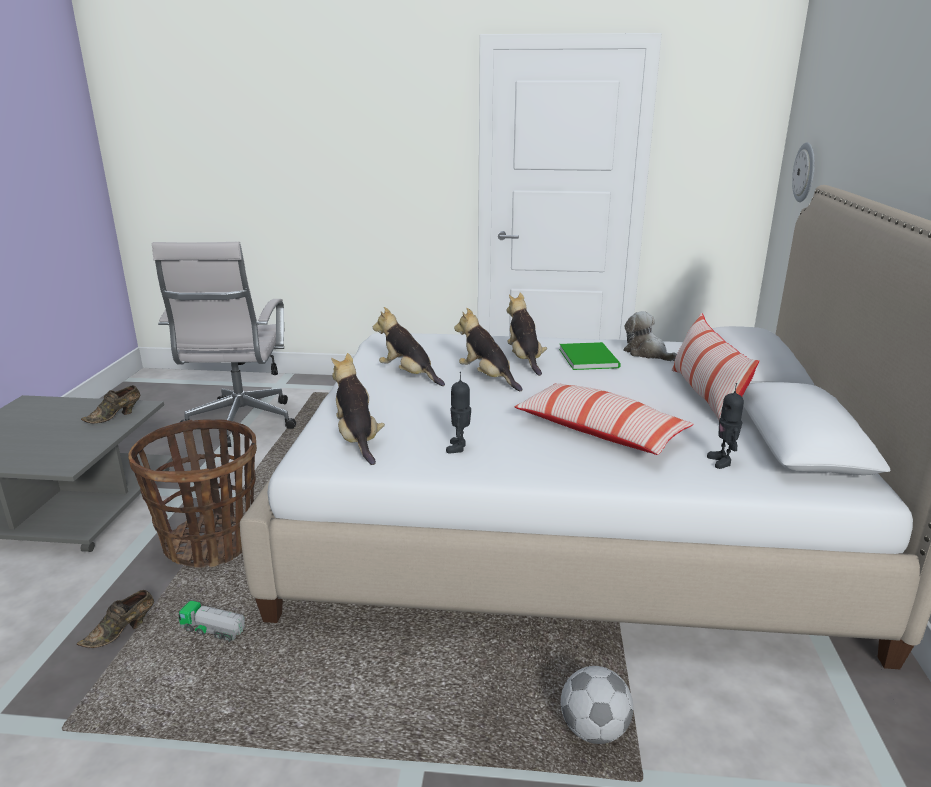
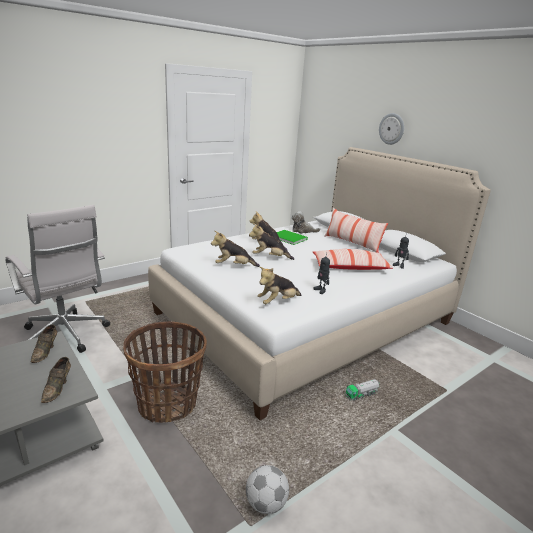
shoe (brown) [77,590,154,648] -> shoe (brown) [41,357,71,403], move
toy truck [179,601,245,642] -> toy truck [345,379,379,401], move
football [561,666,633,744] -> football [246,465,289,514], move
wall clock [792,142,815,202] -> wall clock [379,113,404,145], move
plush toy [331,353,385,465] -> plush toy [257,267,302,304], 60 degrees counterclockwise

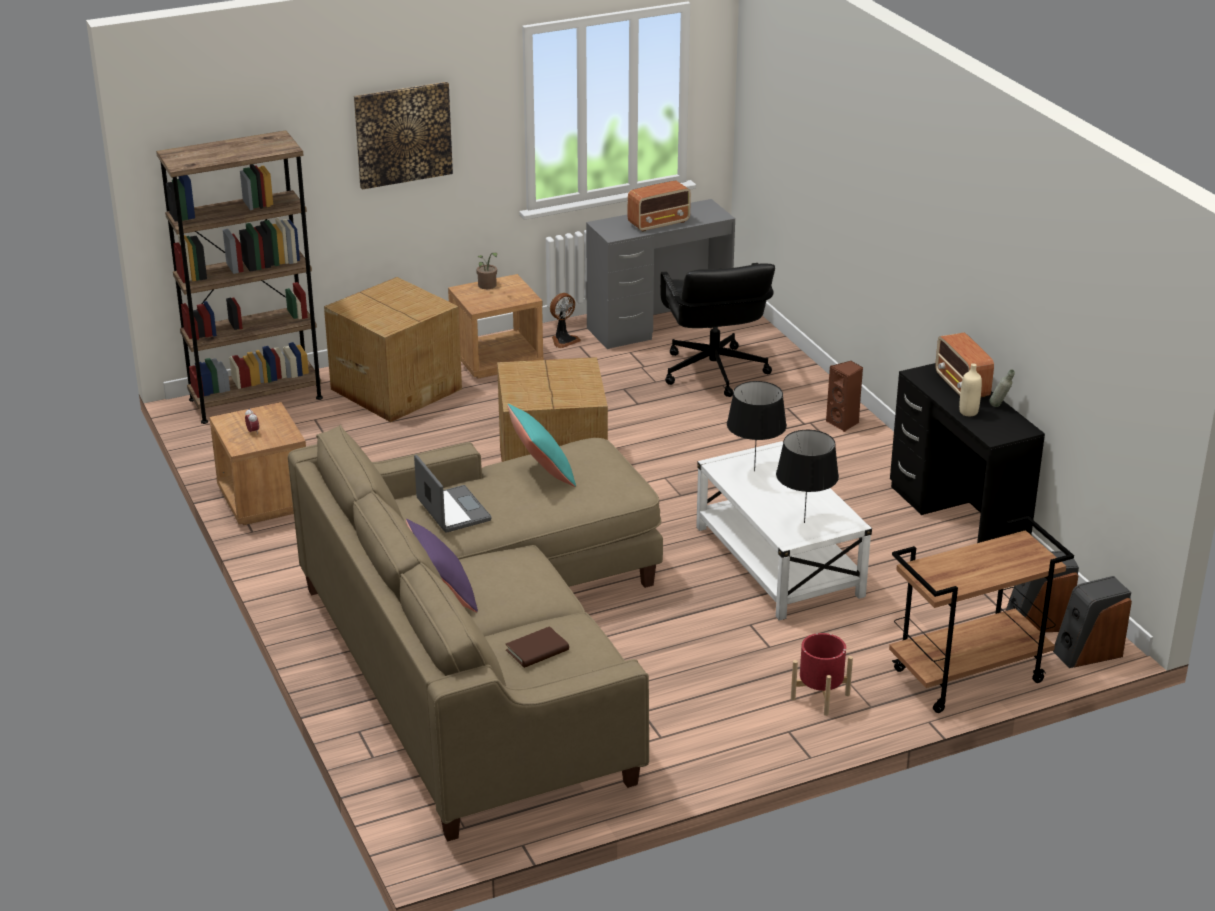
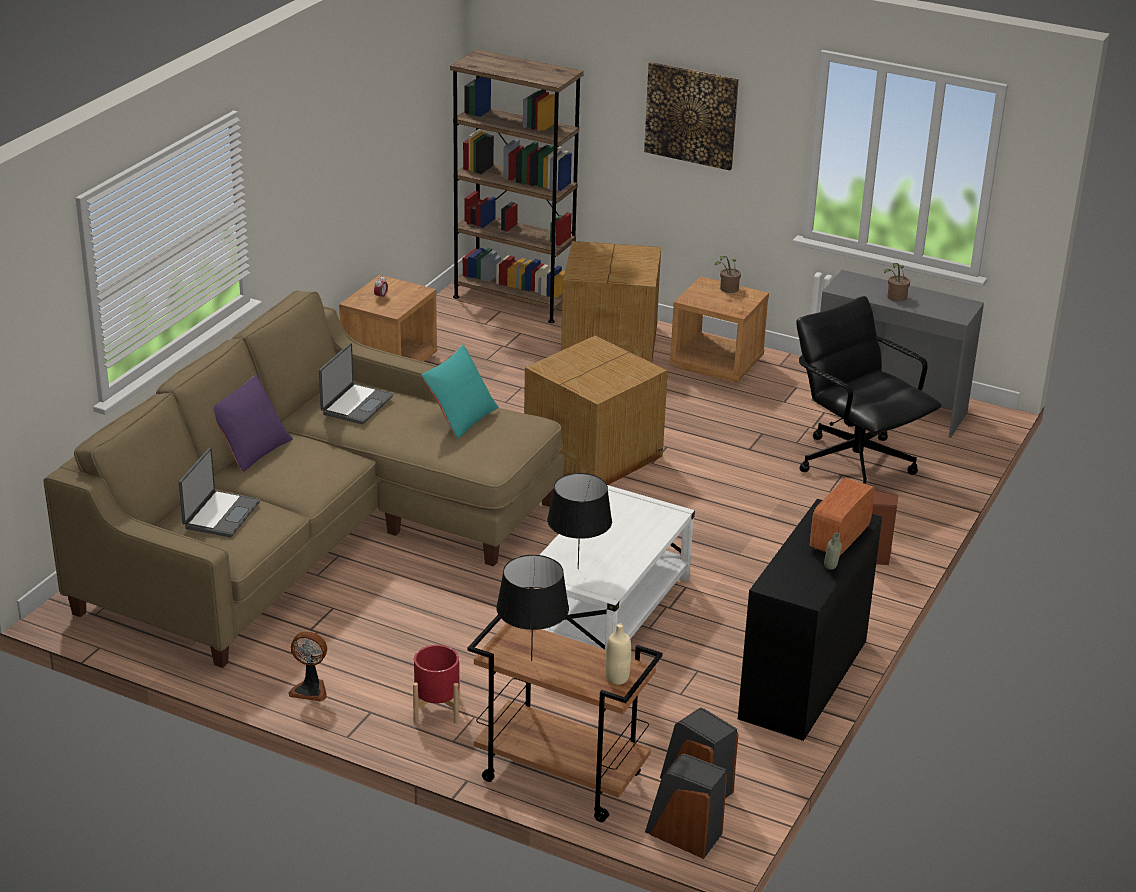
fan [550,293,581,348] -> fan [288,631,327,702], move
table lamp (black) [727,381,787,471] -> table lamp (black) [496,555,569,661], move
bottle (beige) [959,363,982,416] -> bottle (beige) [606,623,631,685], move
book (brown) [506,626,569,668] -> laptop [179,448,260,537]
radio [628,180,691,232] -> potted plant [884,263,910,302]
office chair (black) [660,263,775,397] -> office chair (black) [796,296,942,484], 105 degrees clockwise

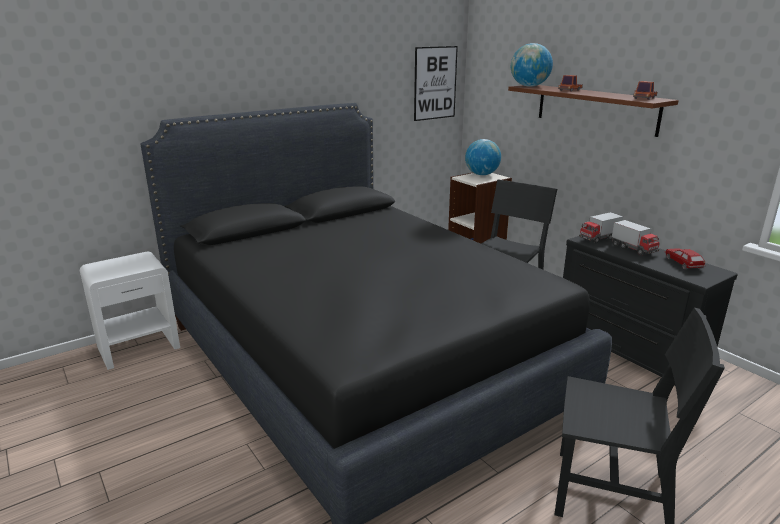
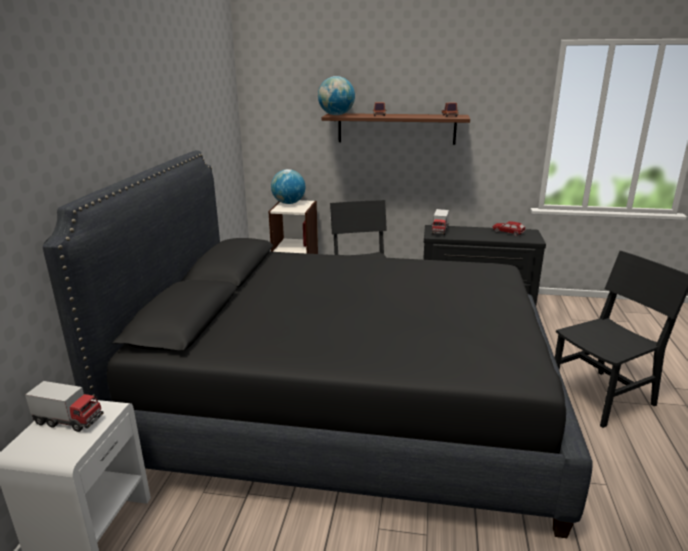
picture [414,46,458,121] -> none
toy truck [612,220,660,255] -> toy truck [25,381,104,432], move

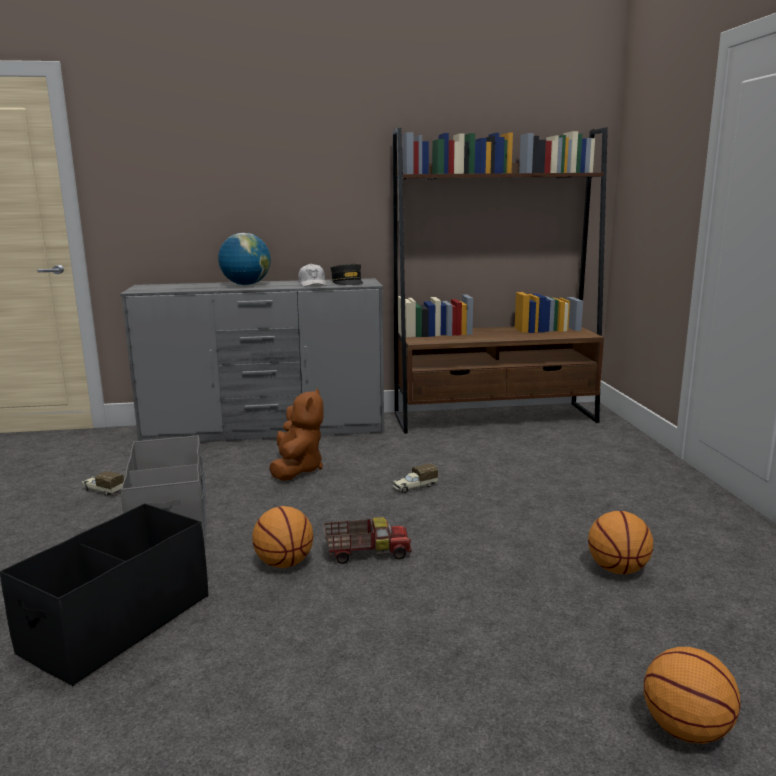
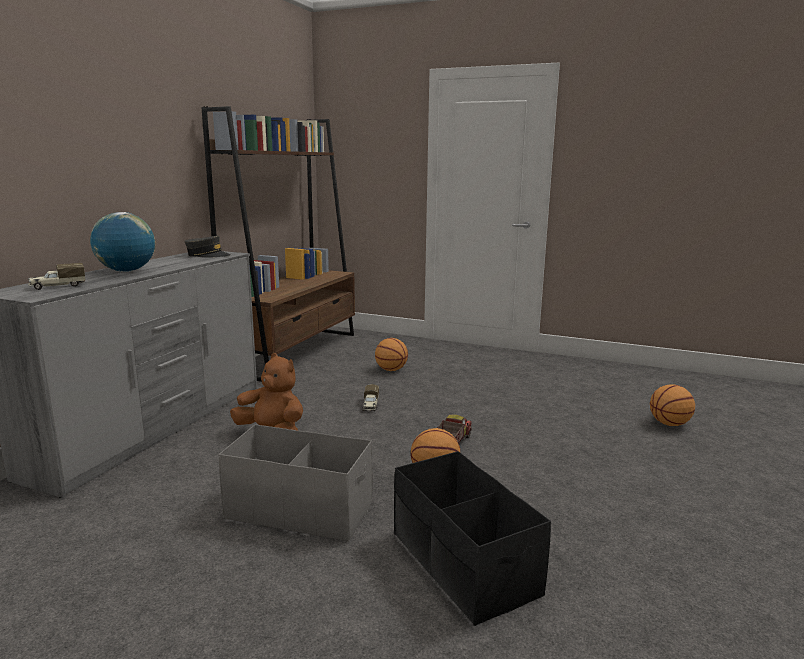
cap (white) [298,263,327,287] -> none
toy truck [82,471,124,496] -> toy truck [28,263,86,290], move
basketball [588,511,653,574] -> basketball [375,338,408,371], move

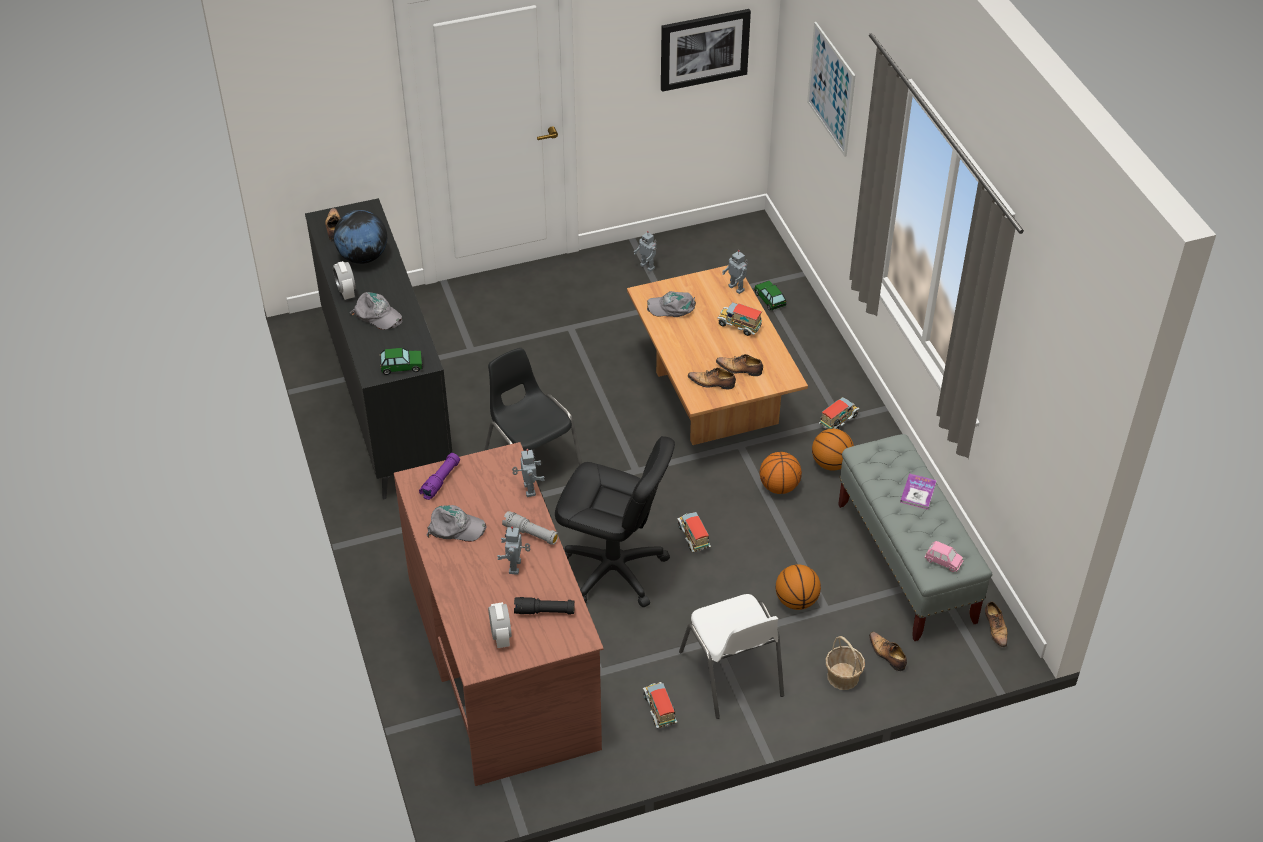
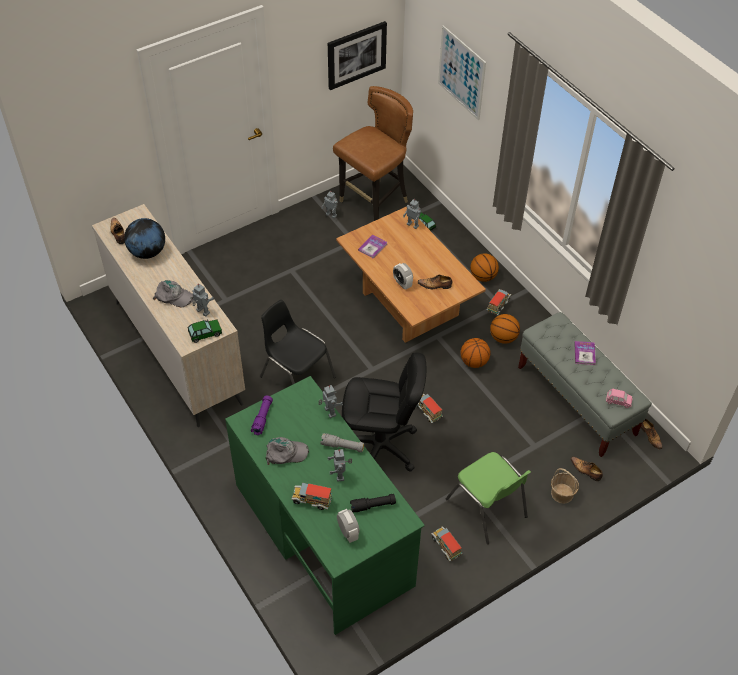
shoe [688,368,736,389] -> none
none -> toy robot [192,284,214,317]
none -> chair (brown) [333,86,413,221]
alarm clock [333,261,356,300] -> alarm clock [393,263,413,289], move
toy truck [717,302,762,336] -> toy truck [291,483,332,510], move
basketball [776,564,821,610] -> basketball [470,253,499,282], move
cap (grey) [647,291,696,317] -> book [358,235,387,259]
dresser (black) [305,198,453,499] -> dresser (beige) [92,204,245,427]
desk (brown) [394,442,604,786] -> desk (green) [225,376,425,635]
chair (white) [679,594,784,719] -> chair (green) [445,452,531,544]

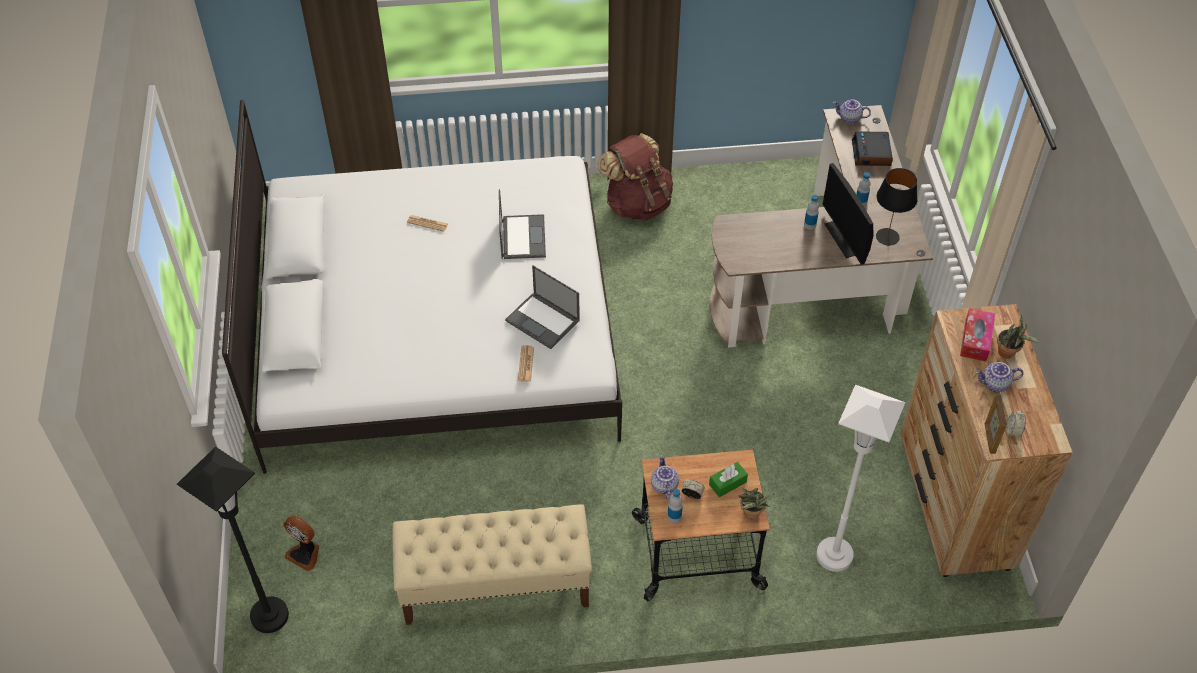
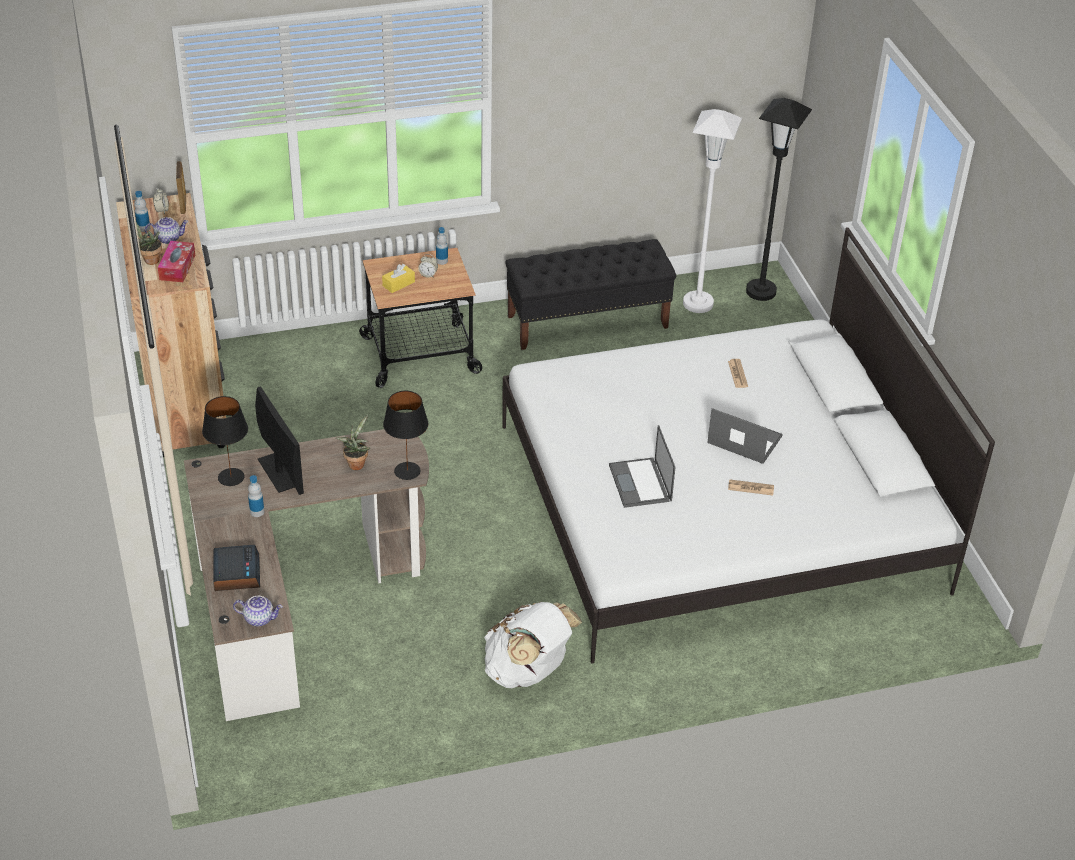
fan [284,516,319,571] -> none
teapot [651,455,679,500] -> none
none -> table lamp (black) [383,391,428,480]
laptop [505,265,580,349] -> laptop [707,408,783,464], move
newspaper [518,345,534,381] -> newspaper [728,359,748,388], move
potted plant [738,488,775,519] -> potted plant [336,414,370,470], move
bottle [804,195,819,230] -> bottle [134,191,150,232], move
floor lamp (white) [816,385,905,572] -> floor lamp (white) [683,109,742,313], move
bench (beige) [393,504,592,625] -> bench (black) [505,239,676,350]
backpack (brown) [598,133,673,221] -> backpack (white) [484,602,582,688]
tissue box (green) [709,462,748,497] -> tissue box (yellow) [382,264,415,293]

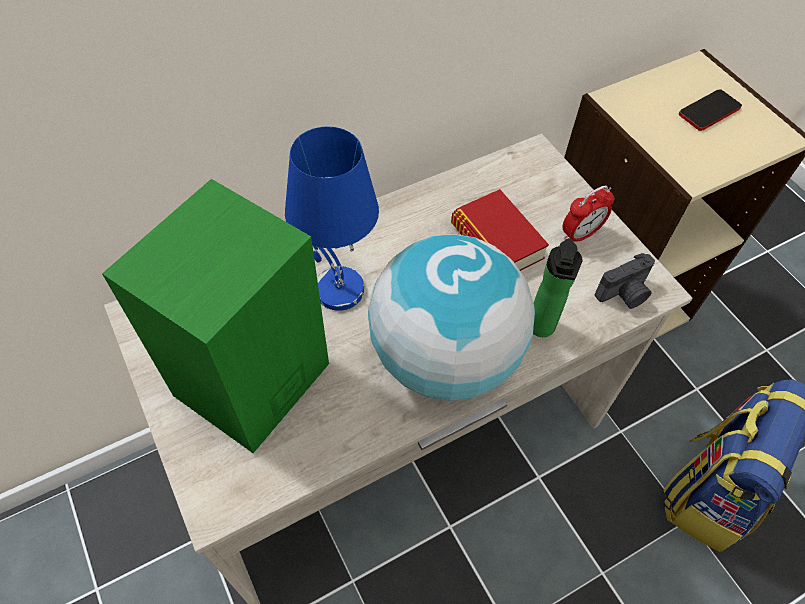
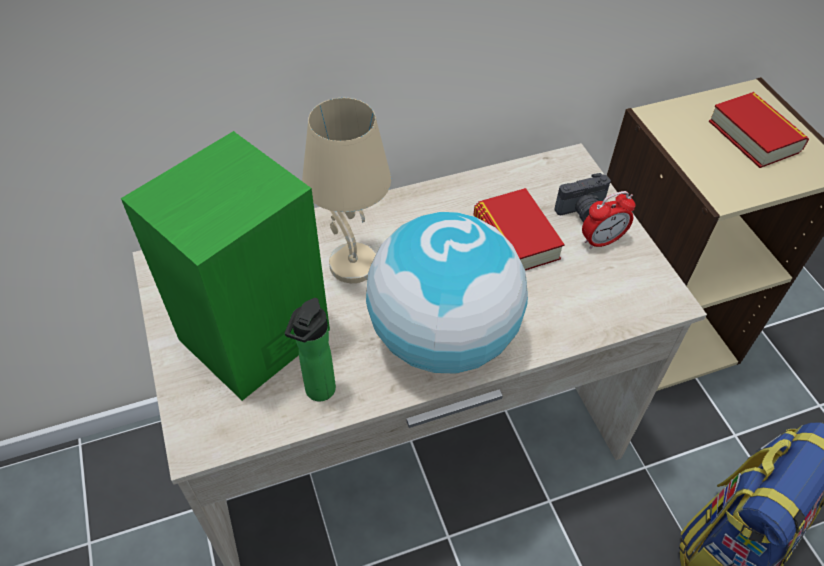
bottle [533,238,583,337] -> bottle [285,298,336,401], move
photo camera [595,253,655,309] -> photo camera [554,173,611,222], move
phone [679,89,742,131] -> book [709,92,809,168]
table lamp (blue) [285,126,379,311] -> table lamp (beige) [302,98,391,283]

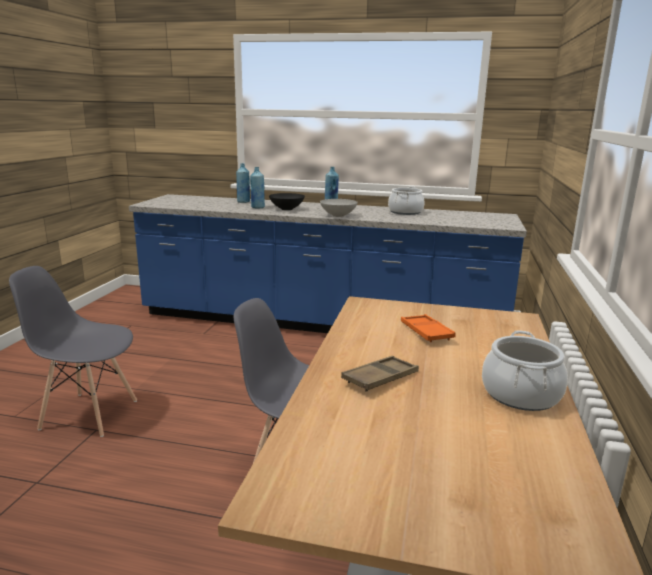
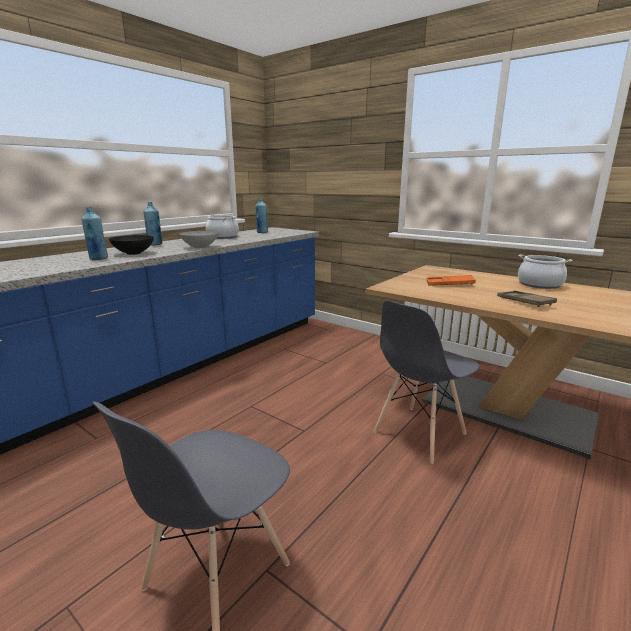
bottle (blue) [236,163,250,203] -> bottle (blue) [255,198,268,233], move

